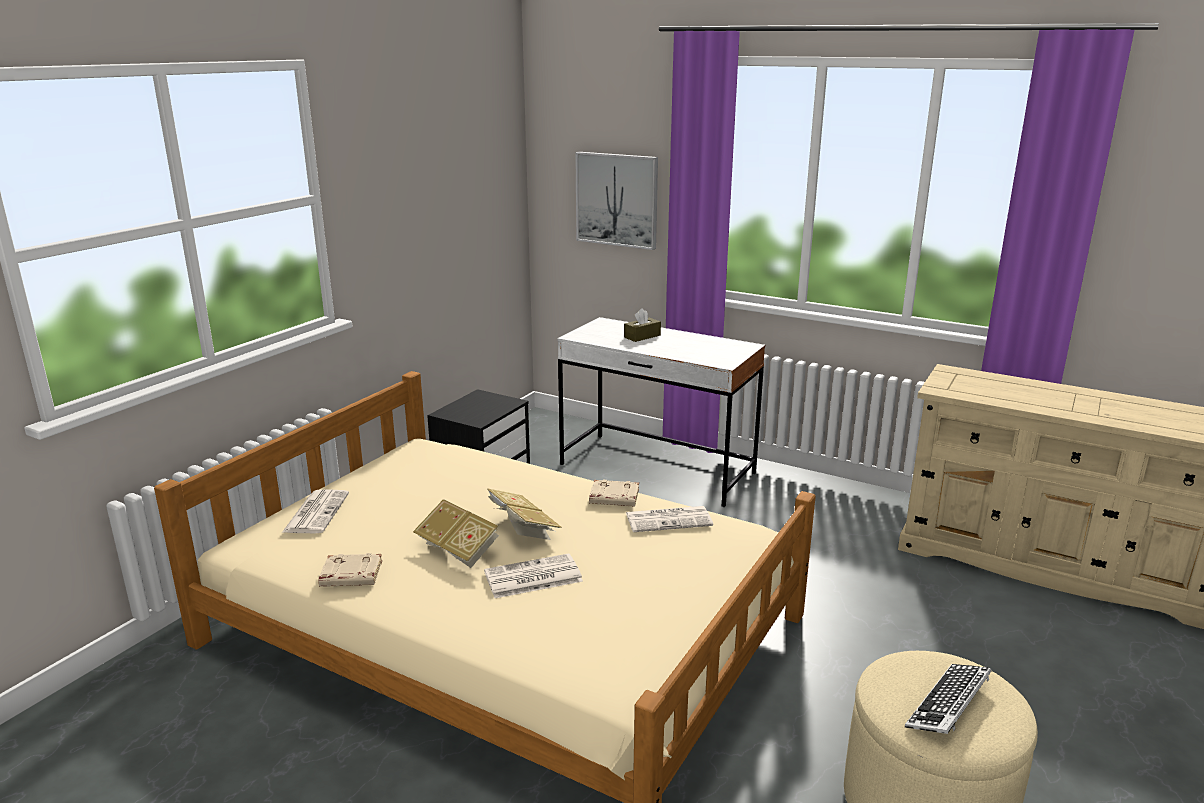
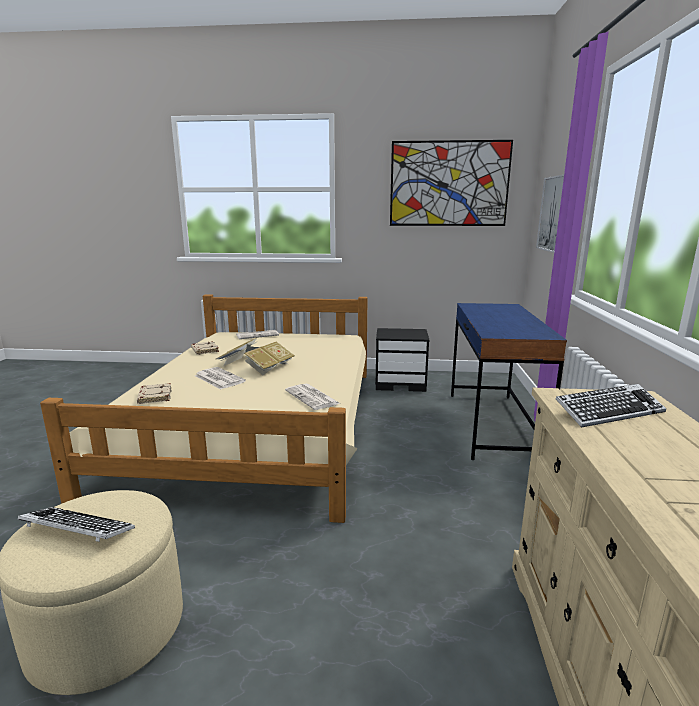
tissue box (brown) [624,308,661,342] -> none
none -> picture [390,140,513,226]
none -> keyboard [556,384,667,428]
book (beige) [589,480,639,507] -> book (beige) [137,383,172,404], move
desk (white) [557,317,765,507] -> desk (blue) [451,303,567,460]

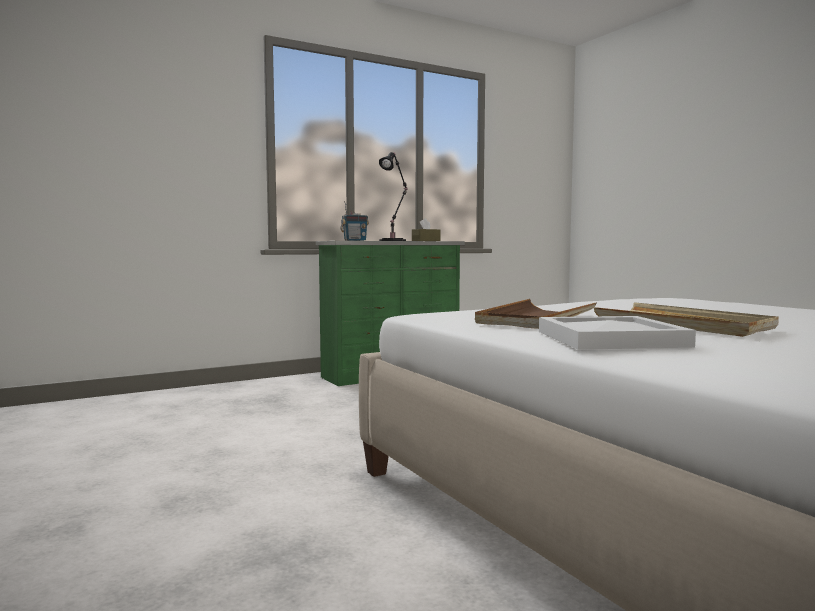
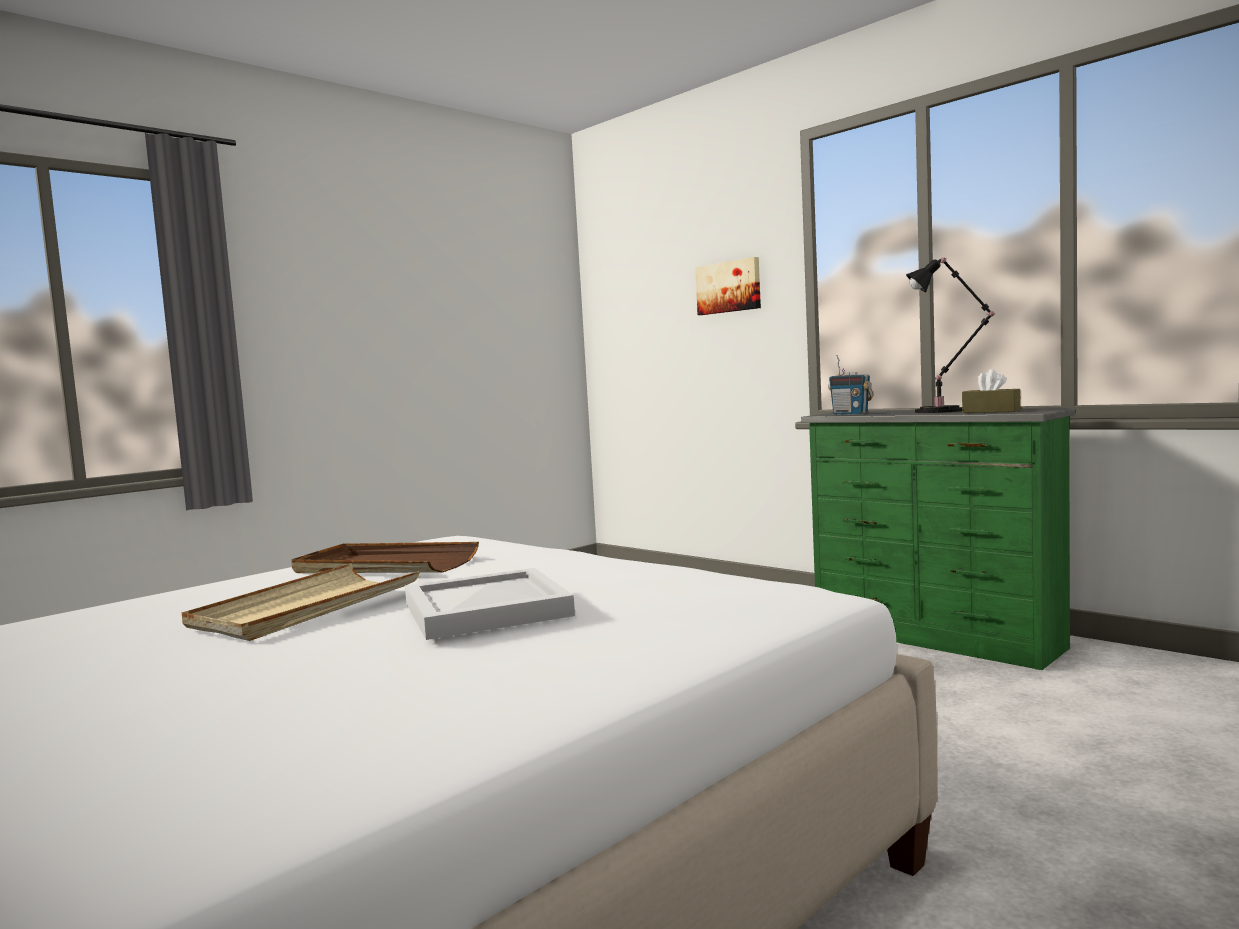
none -> picture [695,257,761,315]
tray (white) [539,316,696,350] -> tray (white) [405,568,575,640], move

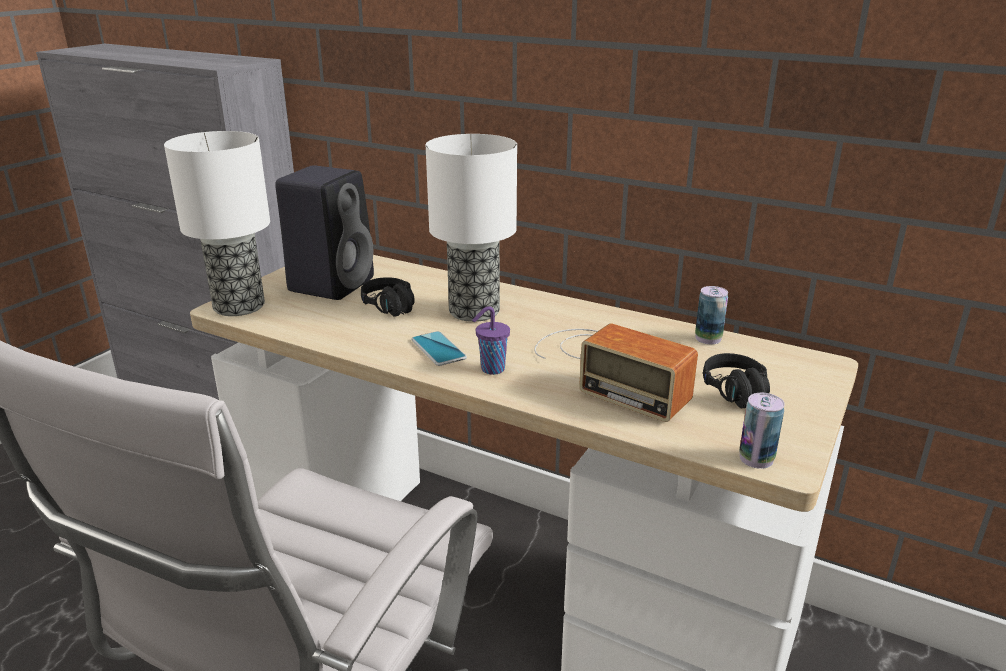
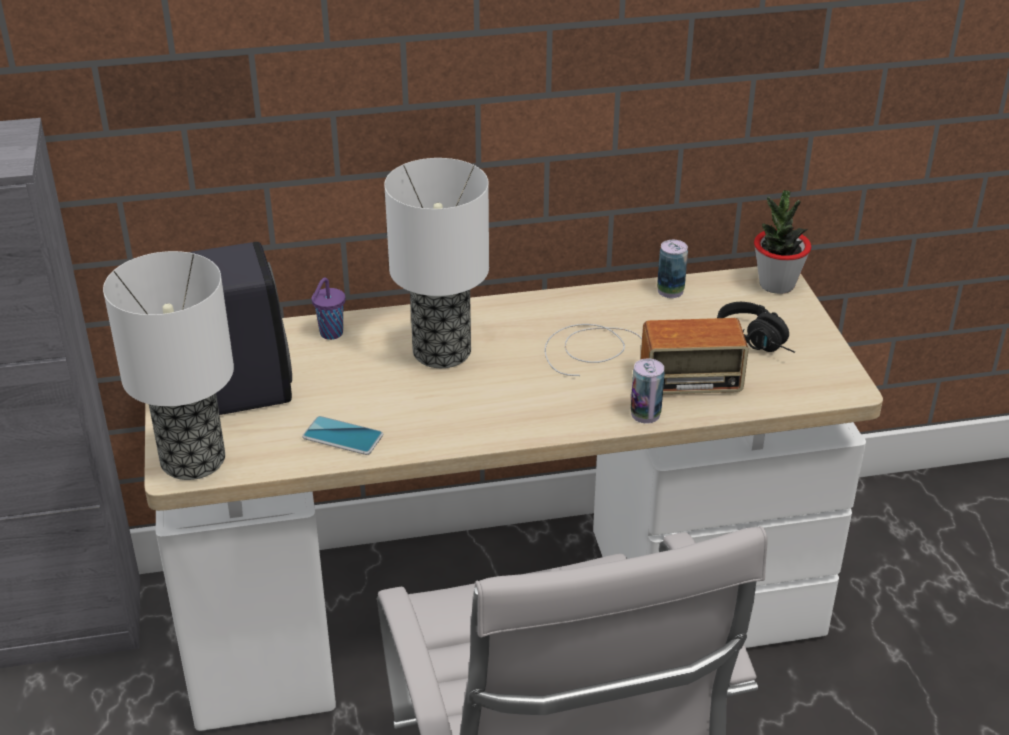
headphones (black) [361,277,415,317] -> none
none -> potted plant [754,190,811,294]
phone [411,331,467,366] -> phone [302,416,383,455], move
cup (purple) [472,306,510,375] -> cup (purple) [311,278,345,340], move
can [739,393,785,469] -> can [631,358,665,424], move

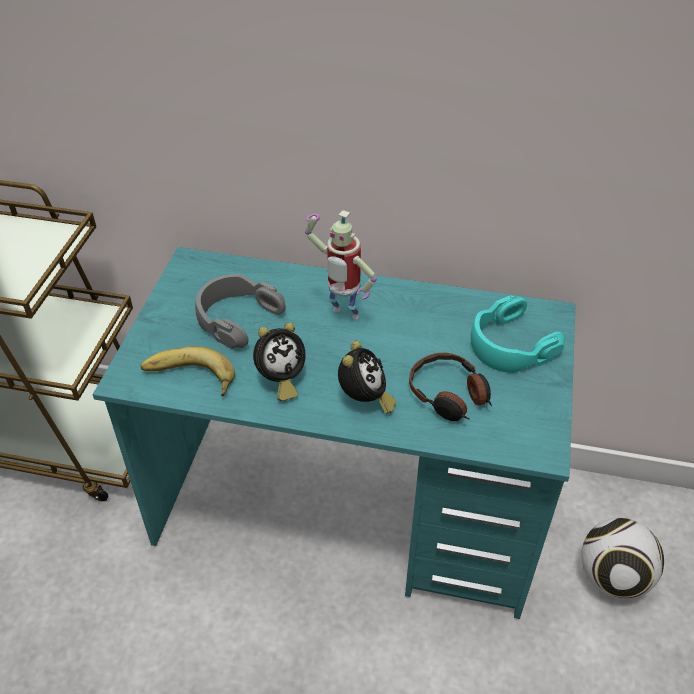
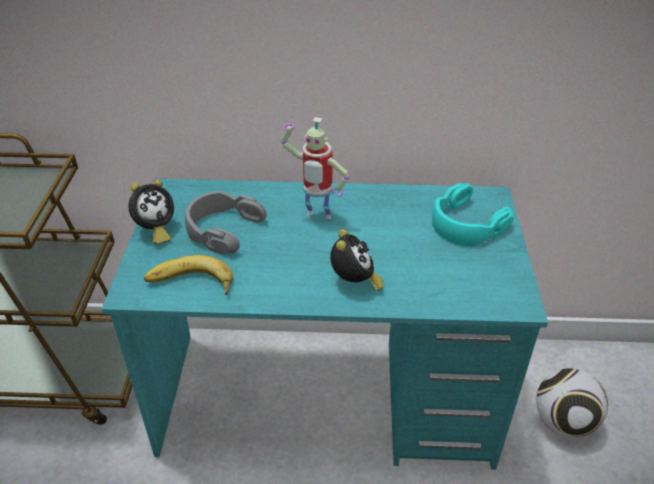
headphones [409,353,492,421] -> none
alarm clock [253,323,306,401] -> alarm clock [129,180,174,244], move

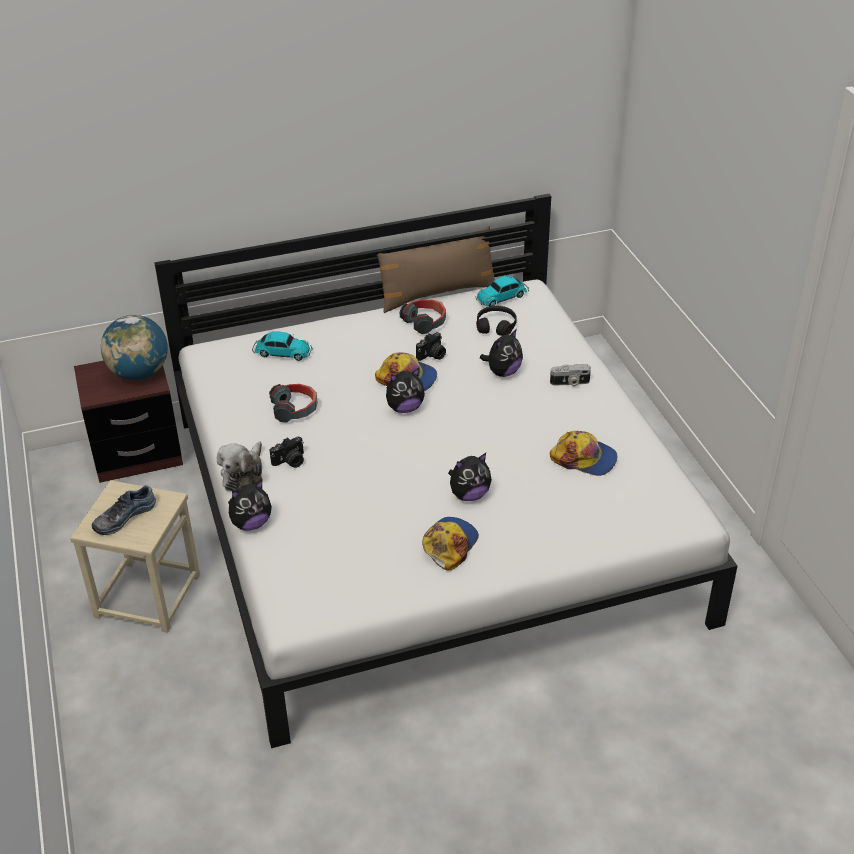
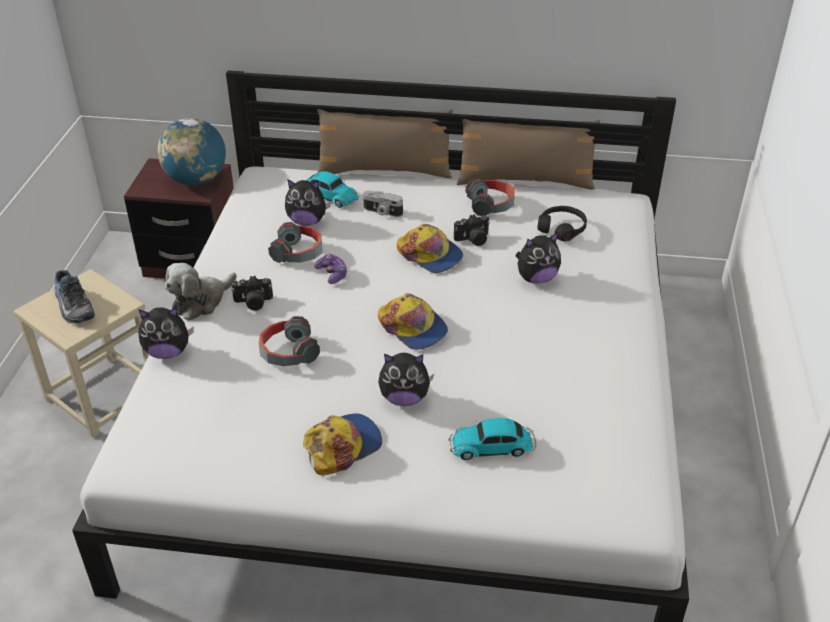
none -> headphones [259,316,320,366]
none -> game controller [314,254,348,284]
none -> pillow (brown) [317,109,453,178]
plush toy [386,368,425,413] -> plush toy [285,179,331,226], move
toy car [476,276,529,306] -> toy car [449,418,536,460], move
photo camera [550,364,591,386] -> photo camera [363,191,403,217], move
cap [550,431,617,476] -> cap [378,293,448,350], move
shoe [92,485,156,535] -> shoe [54,270,95,323], 105 degrees counterclockwise

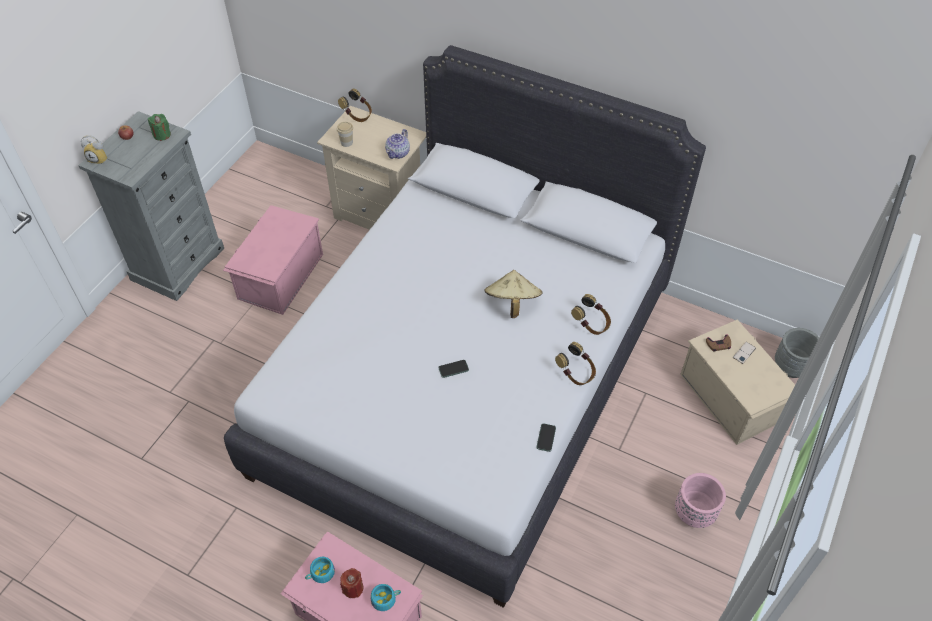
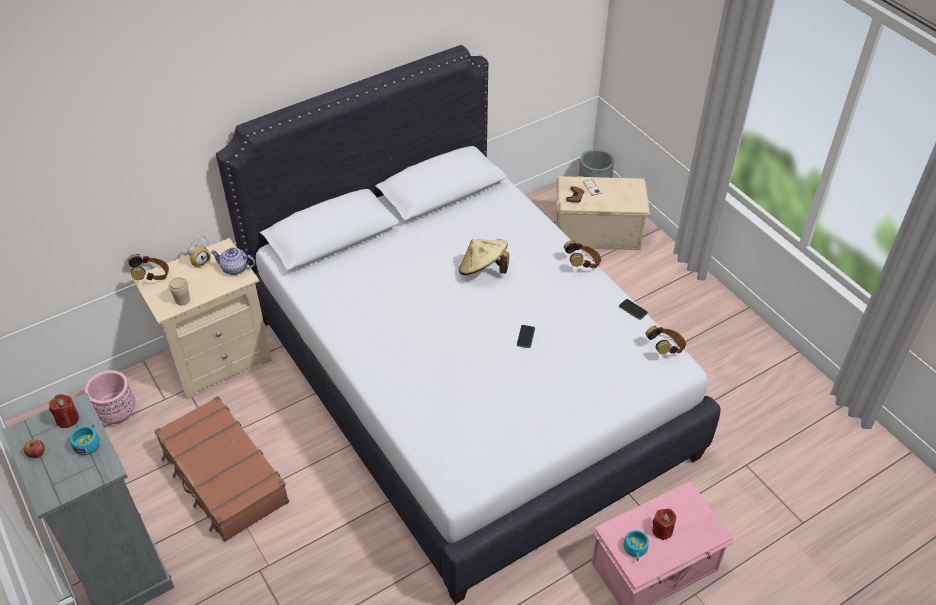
alarm clock [80,135,108,164] -> alarm clock [187,235,211,269], move
cup (turquoise) [371,584,401,611] -> cup (turquoise) [70,423,100,455], move
headphones [571,294,611,335] -> headphones [645,325,686,354], move
planter (pink) [675,473,726,528] -> planter (pink) [85,370,135,424], move
storage box (pink) [223,205,323,315] -> suitcase (brown) [155,396,289,542]
candle (green) [148,114,171,141] -> candle (red) [49,394,79,428]
teapot [385,129,410,159] -> teapot [210,247,255,275], 135 degrees clockwise

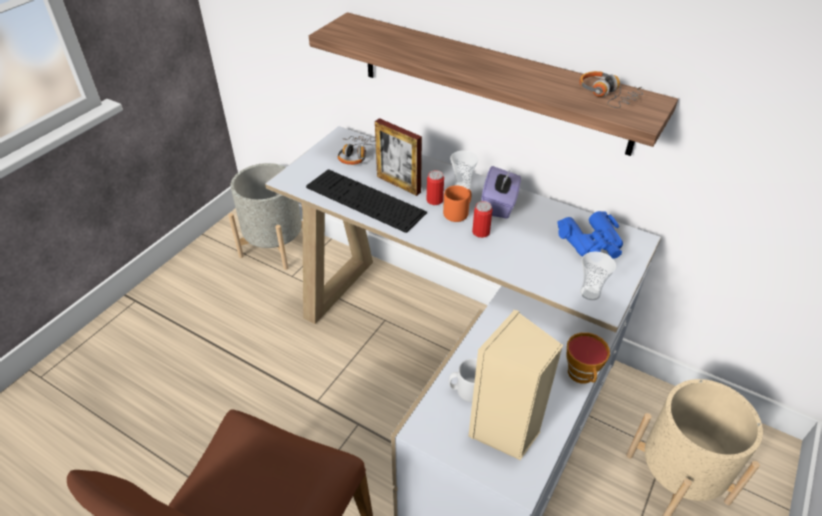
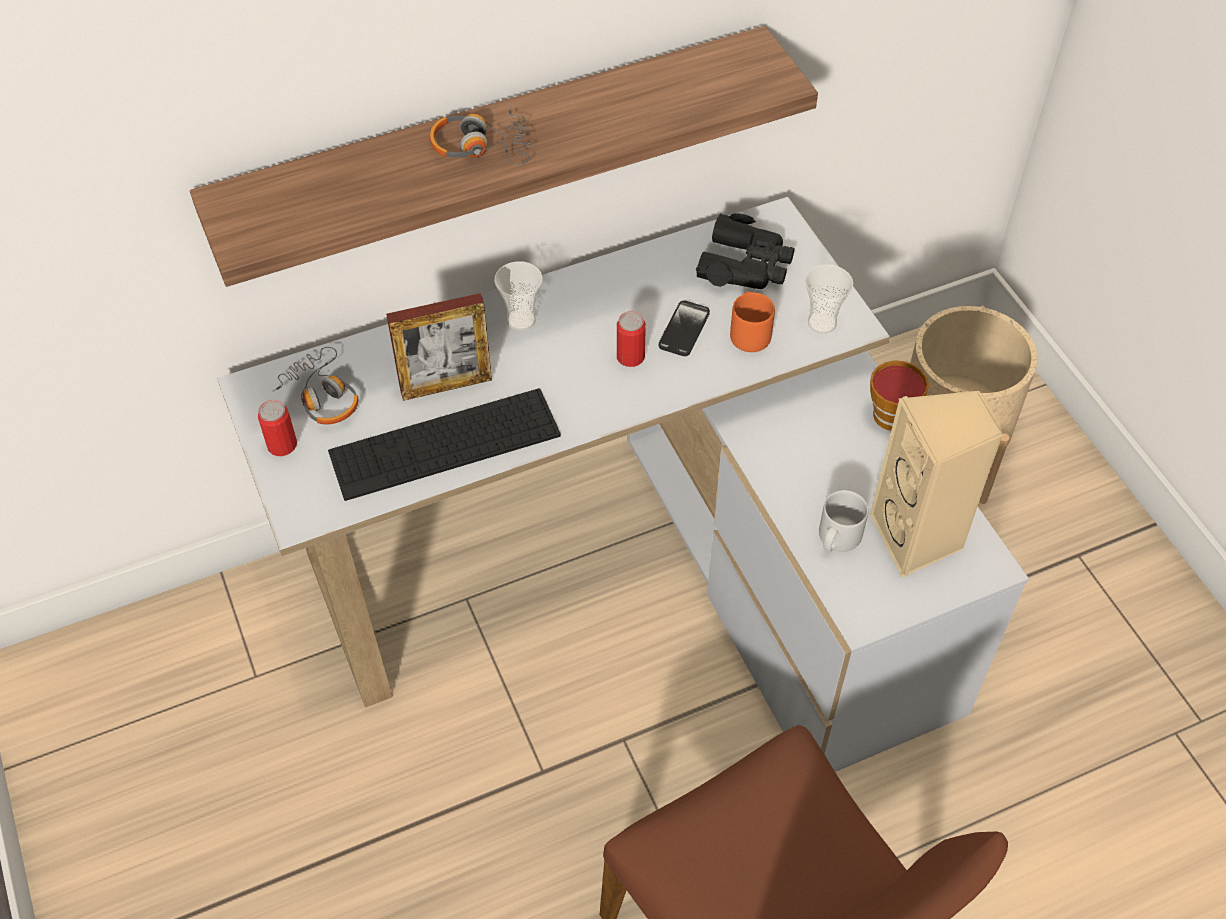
planter (grey) [228,163,303,270] -> none
tissue box (purple) [481,166,521,219] -> none
none -> phone [659,301,710,356]
can [427,170,444,205] -> can [258,400,297,456], move
mug (orange) [443,185,472,222] -> mug (orange) [730,291,775,352], move
headphones [579,71,643,108] -> headphones [430,107,532,165], move
binoculars (blue) [557,211,623,259] -> binoculars (black) [696,213,795,289]

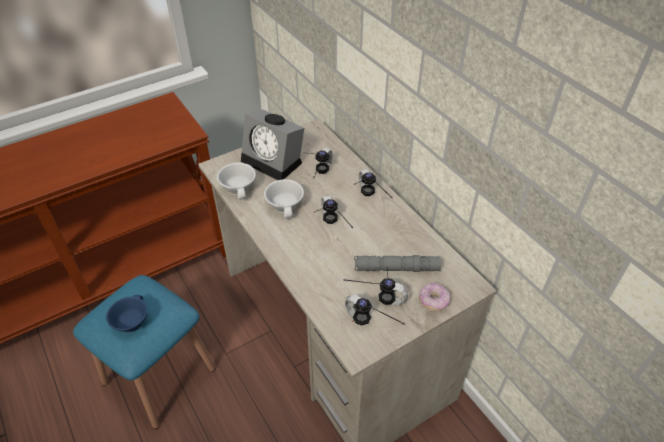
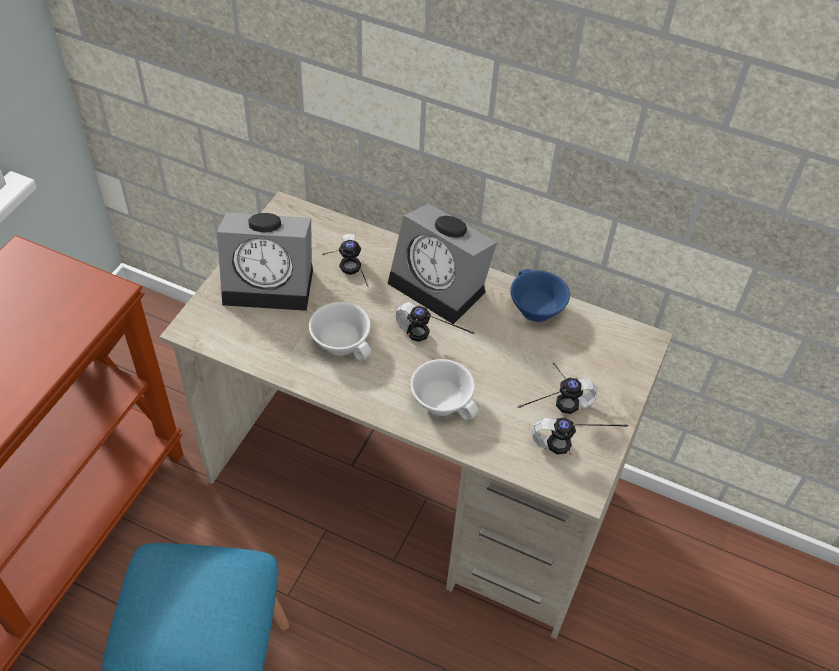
flashlight (grey) [354,255,441,272] -> none
donut [419,282,451,312] -> none
cup (blue) [106,295,147,332] -> cup (blue) [510,269,570,322], move
cup (white) [217,163,256,200] -> cup (white) [411,359,478,420], move
headphones [353,169,393,199] -> alarm clock [388,204,497,324]

